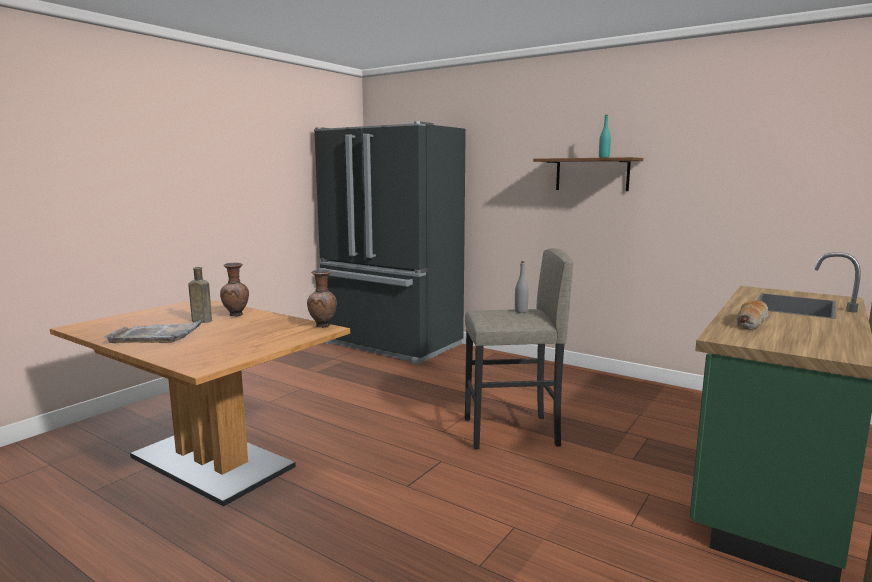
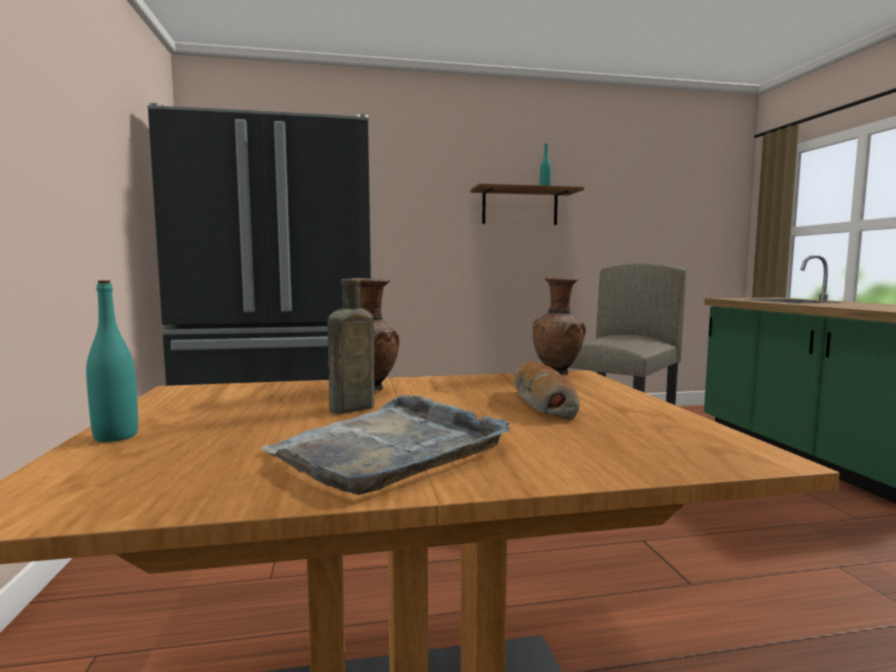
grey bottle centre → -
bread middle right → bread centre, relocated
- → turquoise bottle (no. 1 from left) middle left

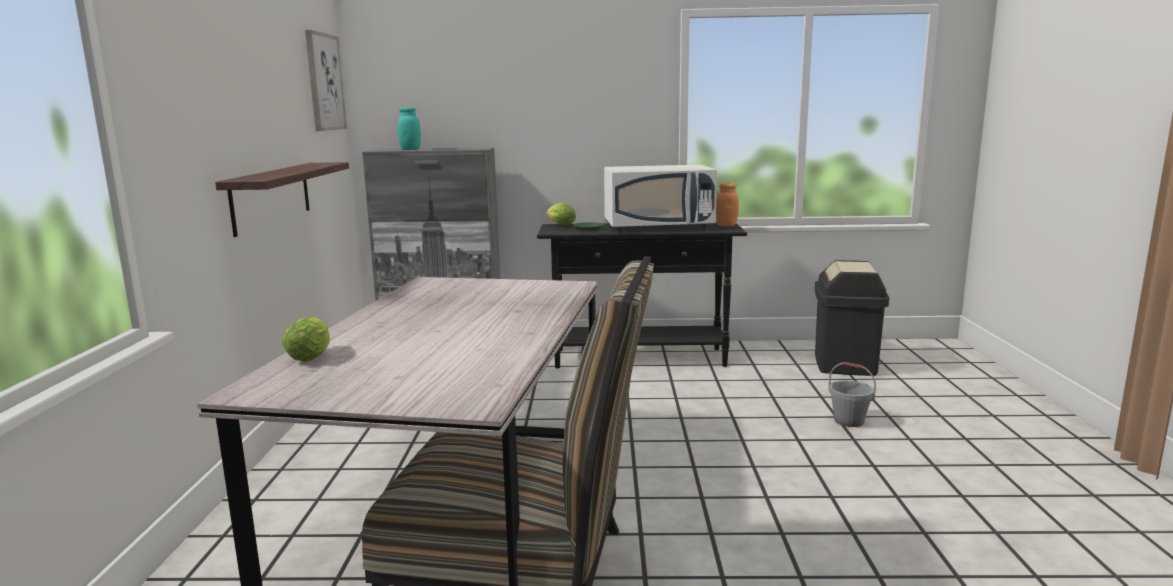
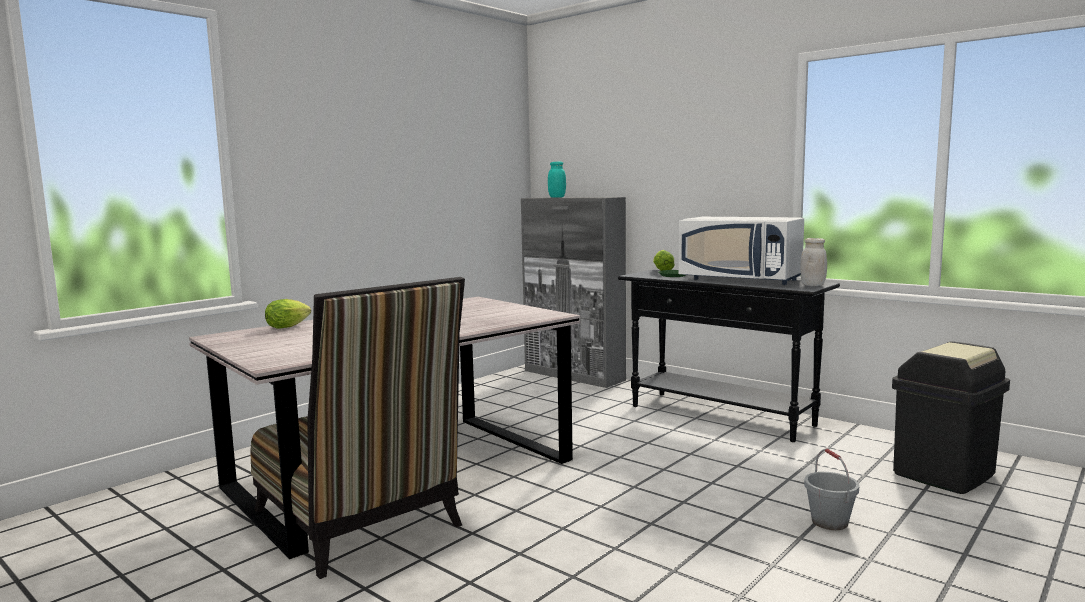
shelf middle left → -
picture top left → -
orange jar centre → white jar middle right

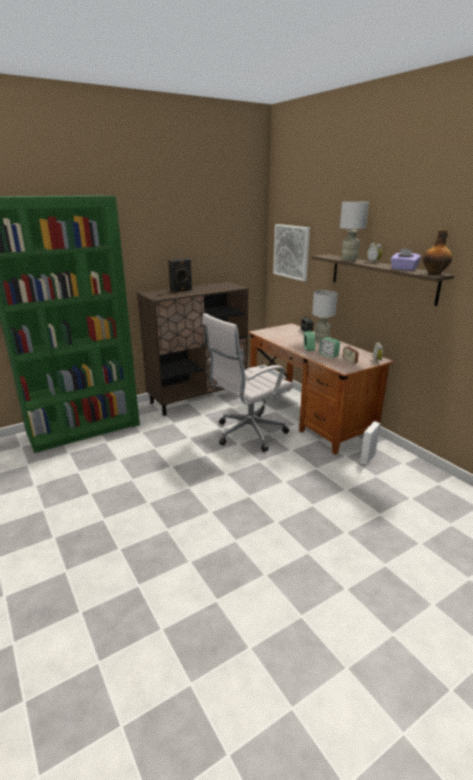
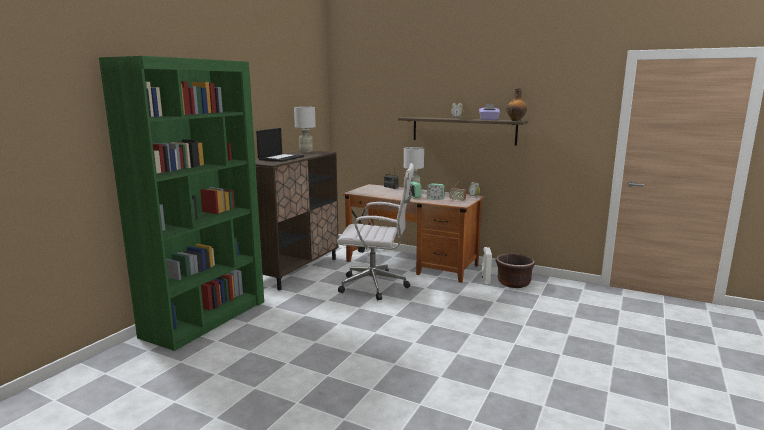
black speaker centre → laptop centre
white office chair centre, 105 degrees counterclockwise
picture top centre → -
grey table lamp (no. 2 from left in the first image) top right → grey table lamp (no. 1 from left) top centre, relocated
- → brown planter middle right

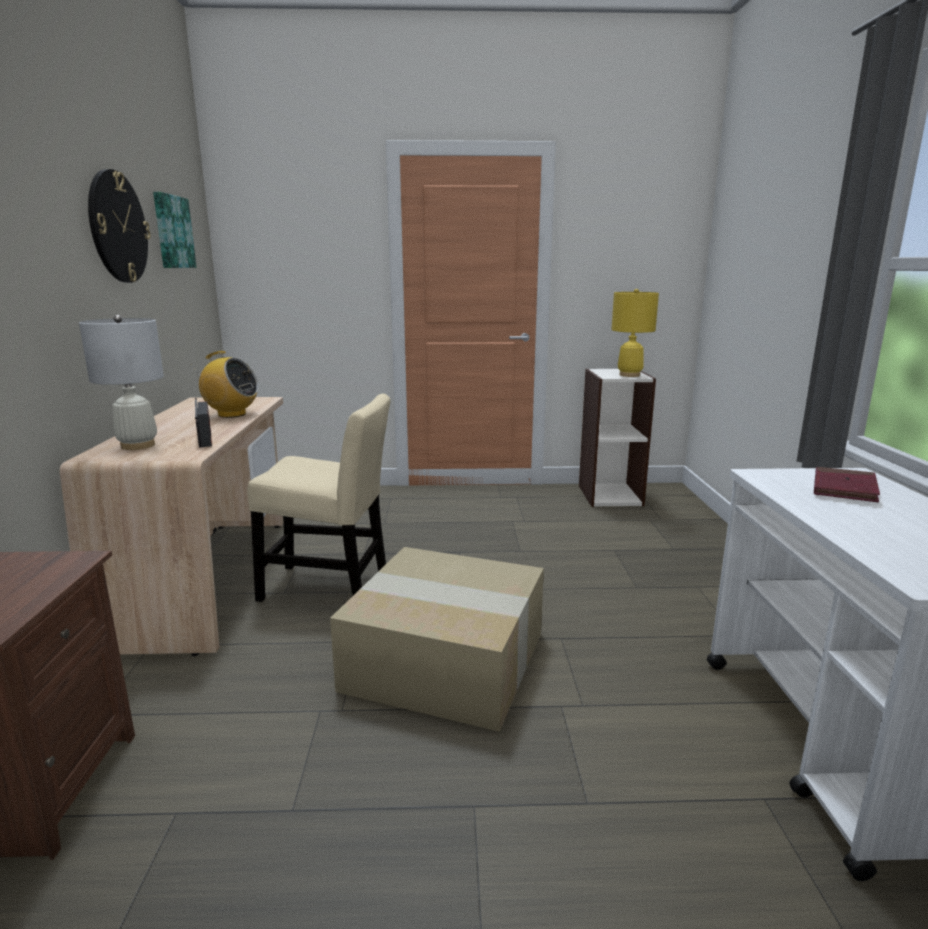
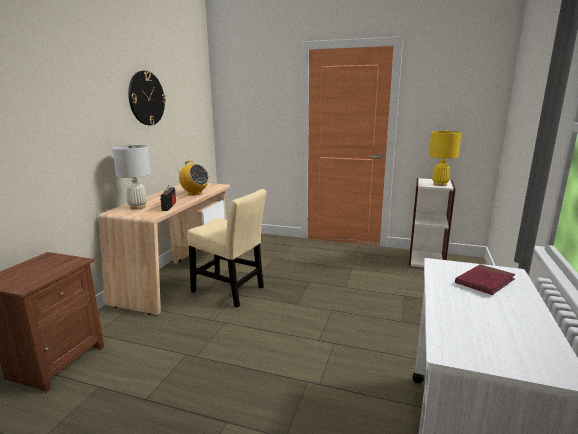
picture top left → -
cardboard box bottom centre → -

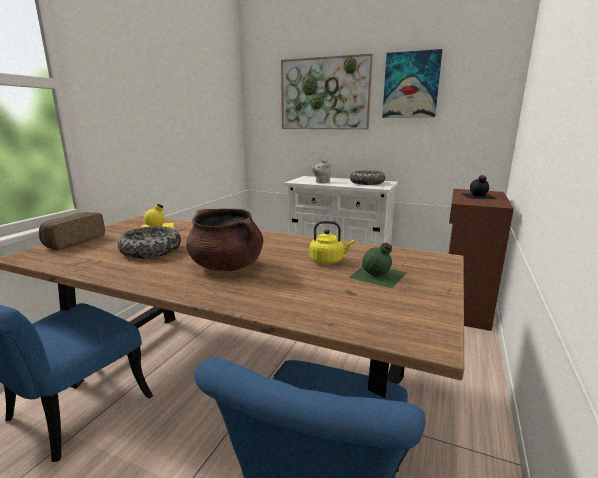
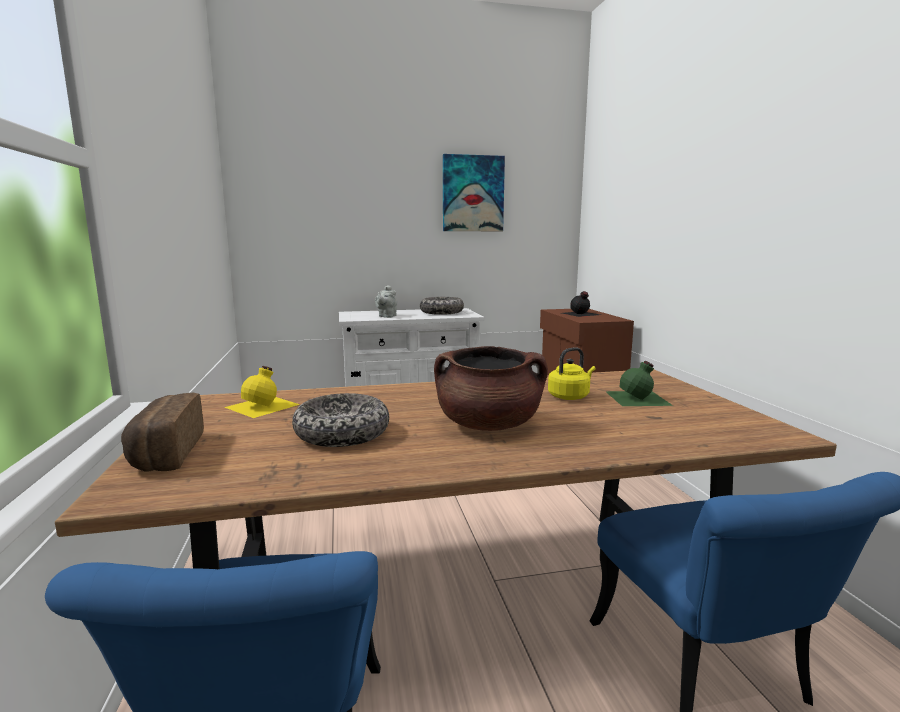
picture (no. 1 from left) top centre → -

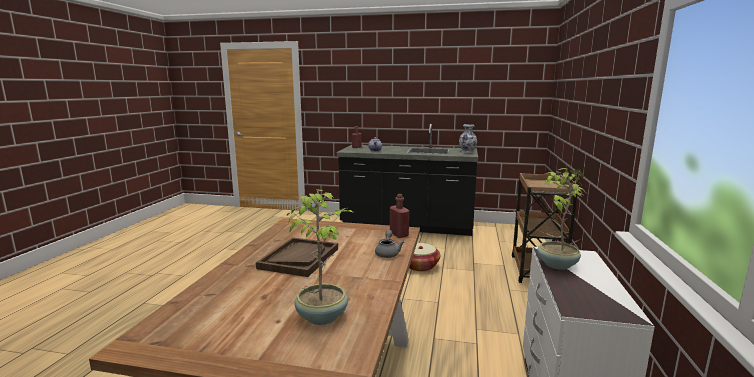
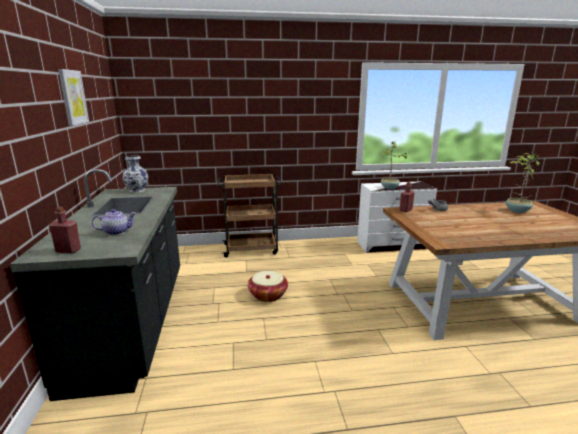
brown tray bottom centre → -
- → picture top left

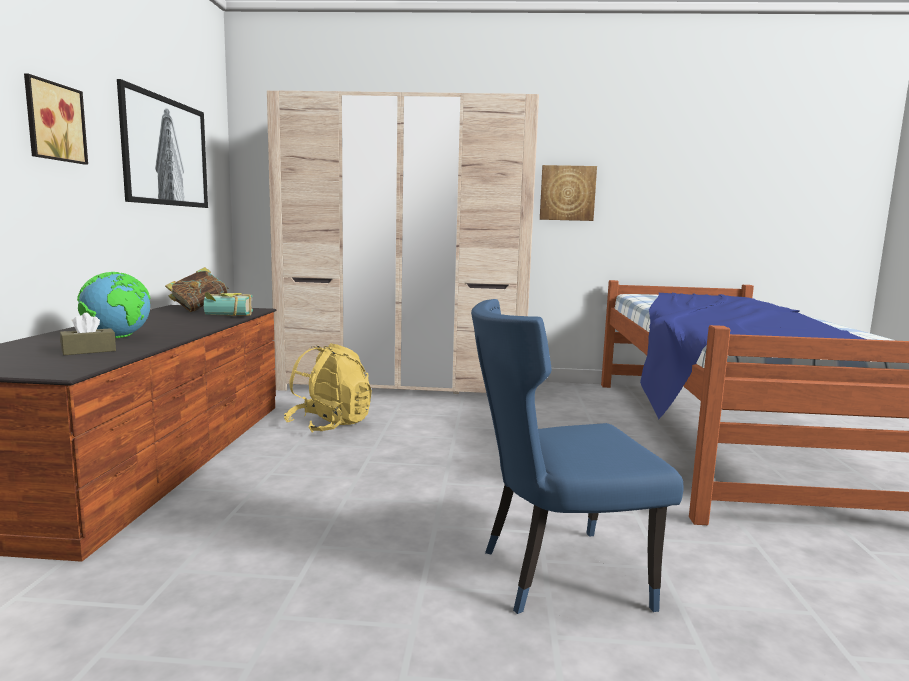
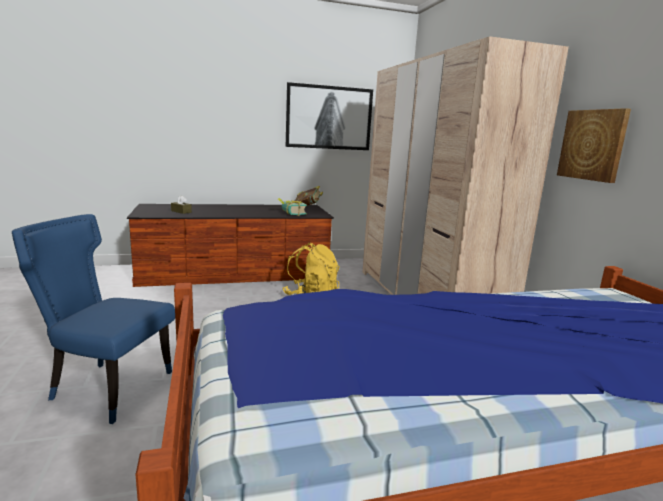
picture (no. 1 from left) top left → -
globe middle left → -
blue chair bottom centre → blue chair middle left, 45 degrees counterclockwise

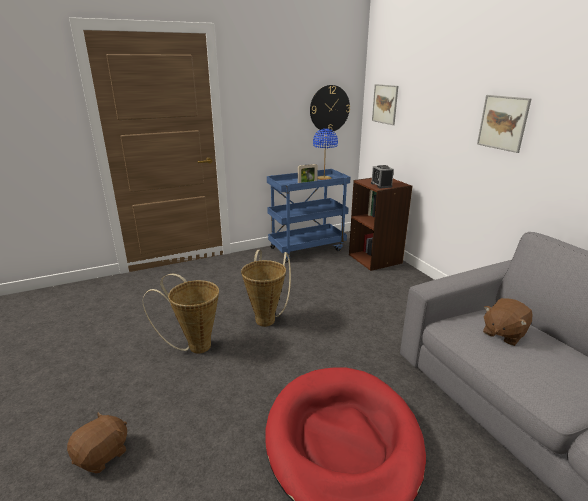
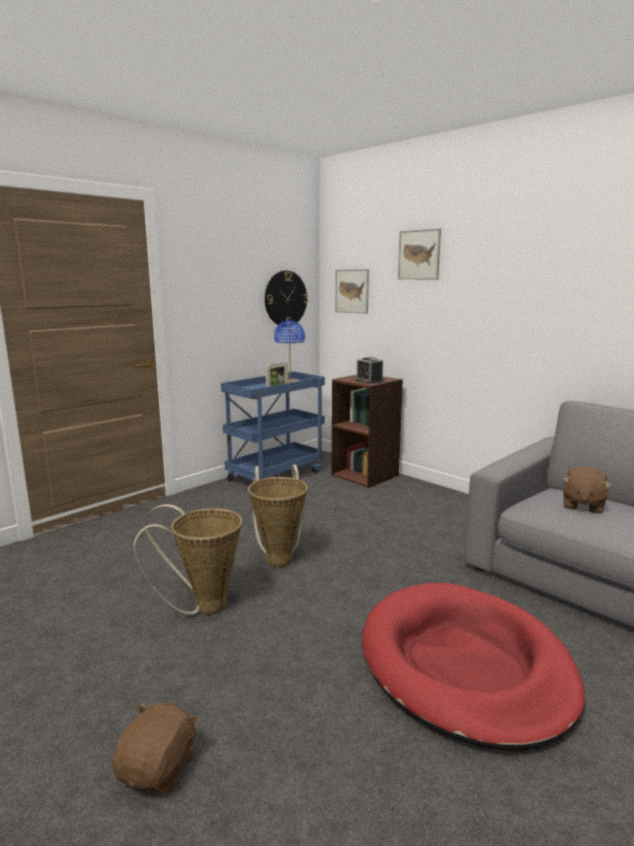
picture (no. 2 from left) top right → picture (no. 2 from left) top centre, relocated

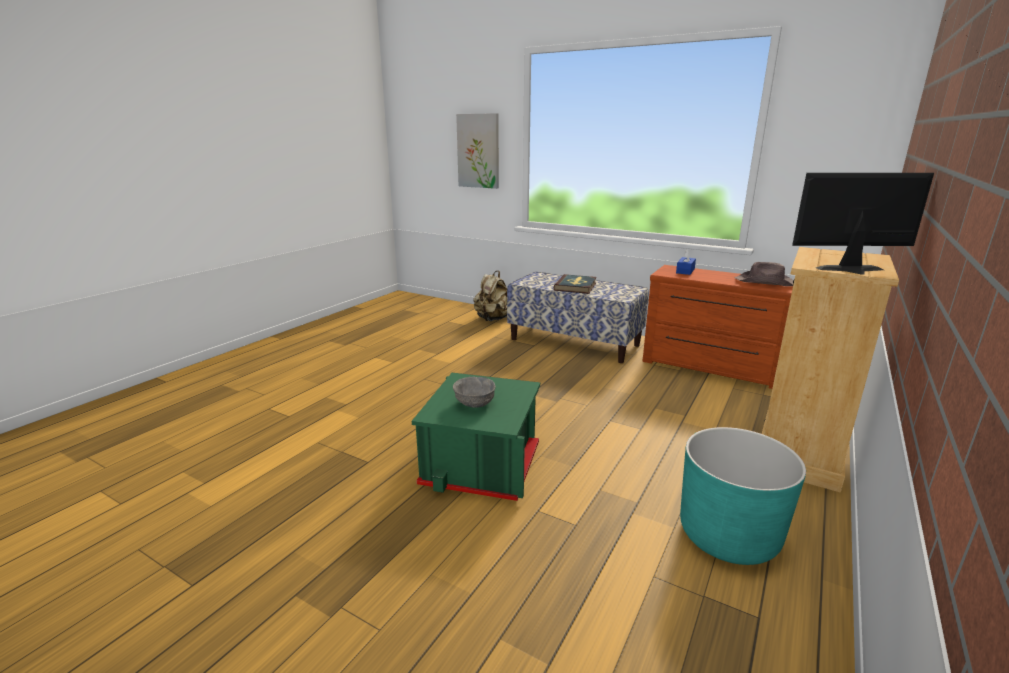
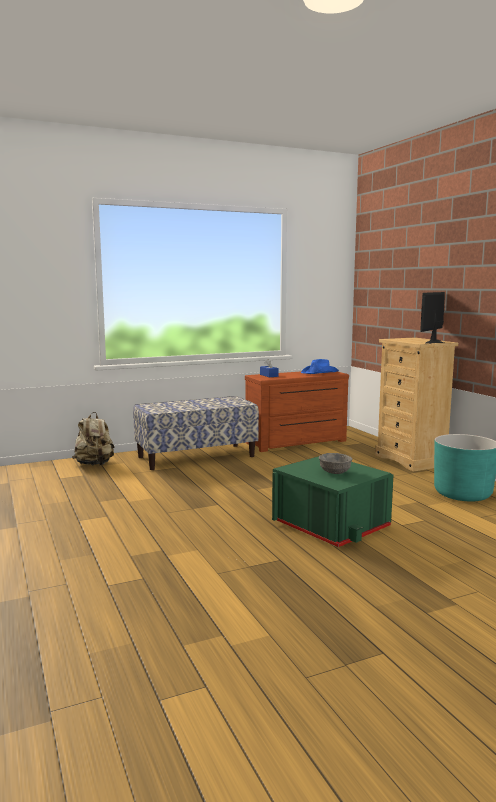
picture top centre → -
book centre → -
brown hat middle right → blue hat centre

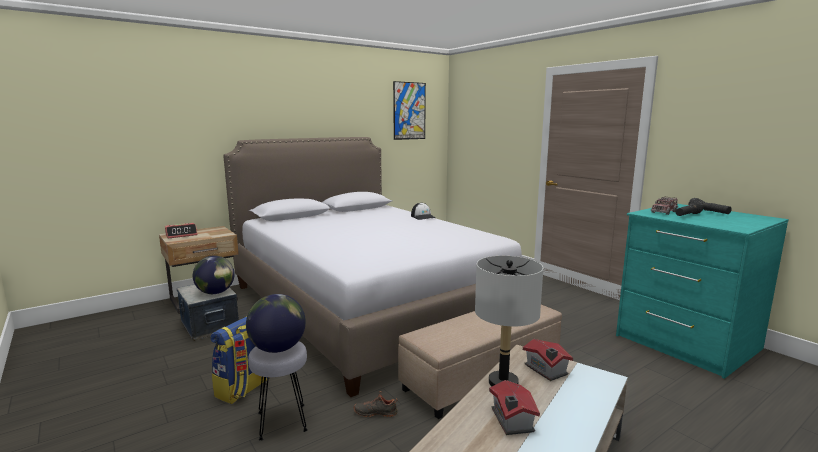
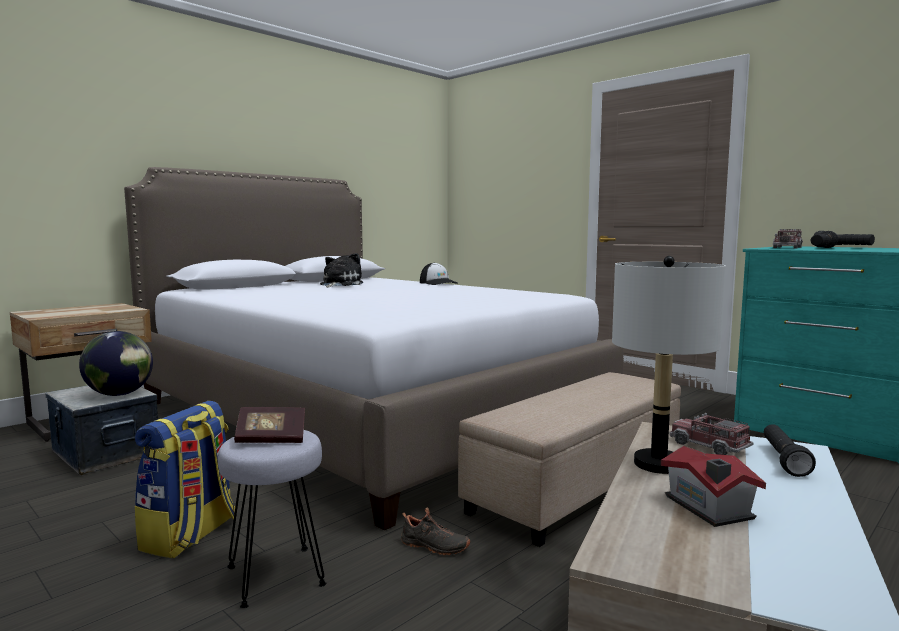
alarm clock middle left → -
globe (no. 2 from left) bottom centre → book bottom left
black shoe bottom centre, 150 degrees counterclockwise
picture top centre → -
toy house (no. 2 from left) bottom right → toy truck (no. 1 from left) bottom right
- → plush toy centre
- → black flashlight (no. 1 from left) bottom right

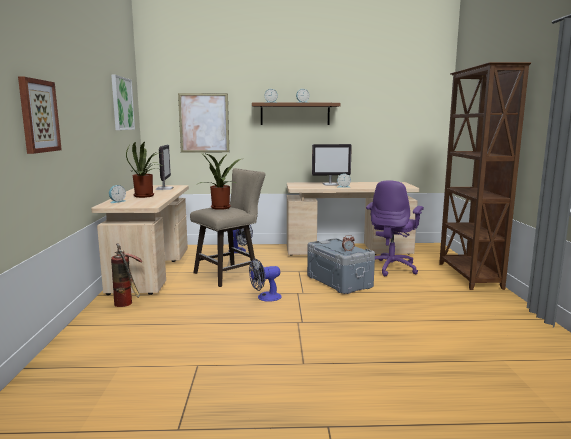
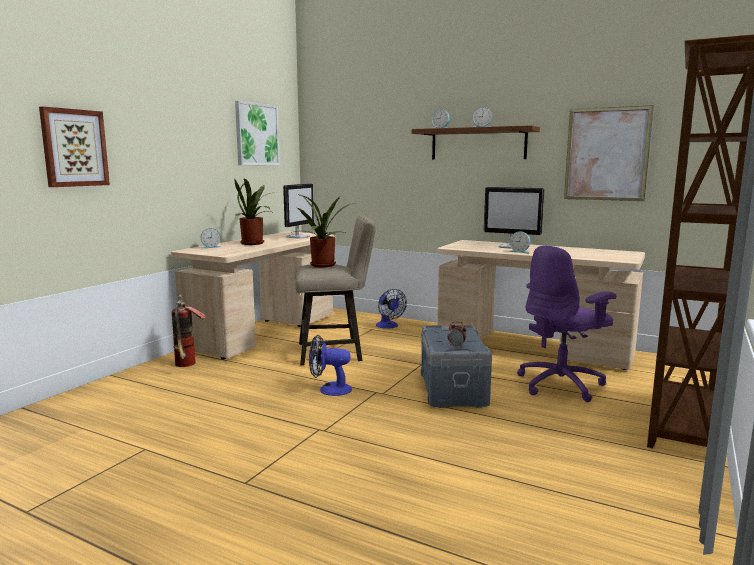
picture (no. 3 from left) top centre → picture (no. 3 from left) top right, relocated

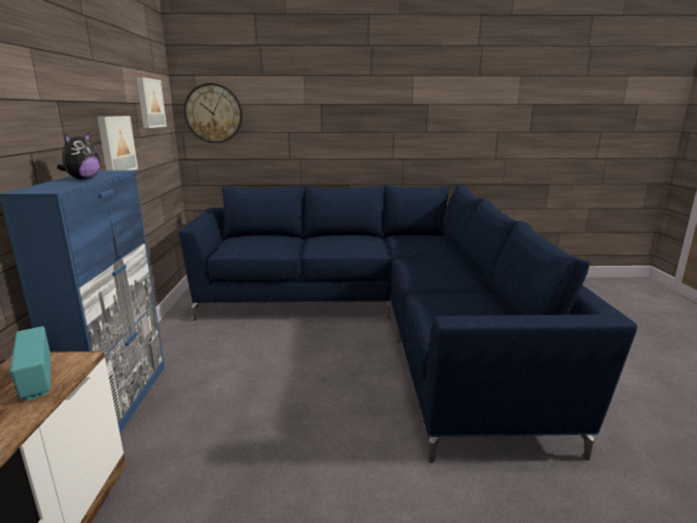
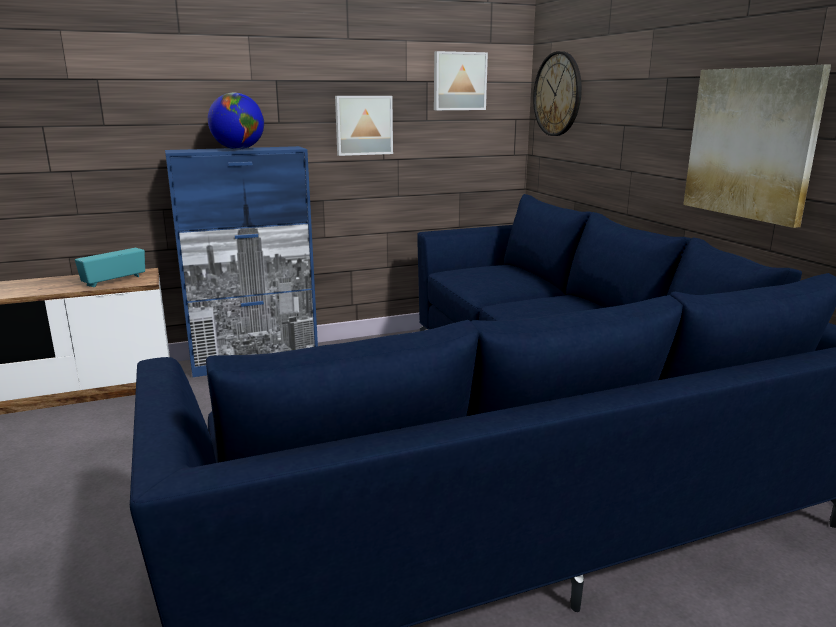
plush toy top left → globe top left
- → picture (no. 3 from left) top right

